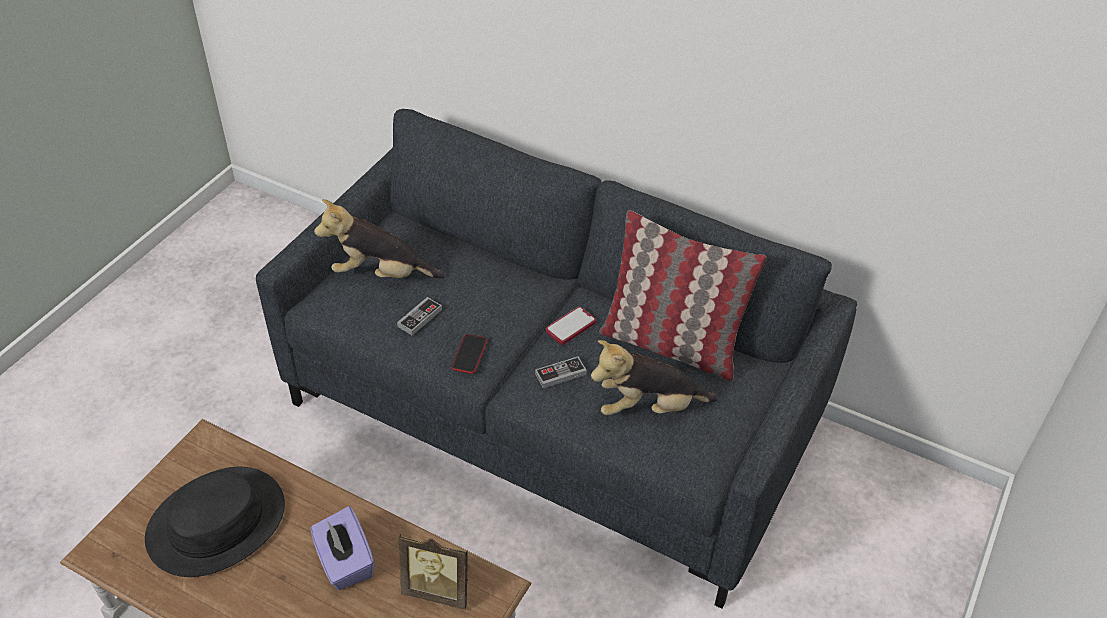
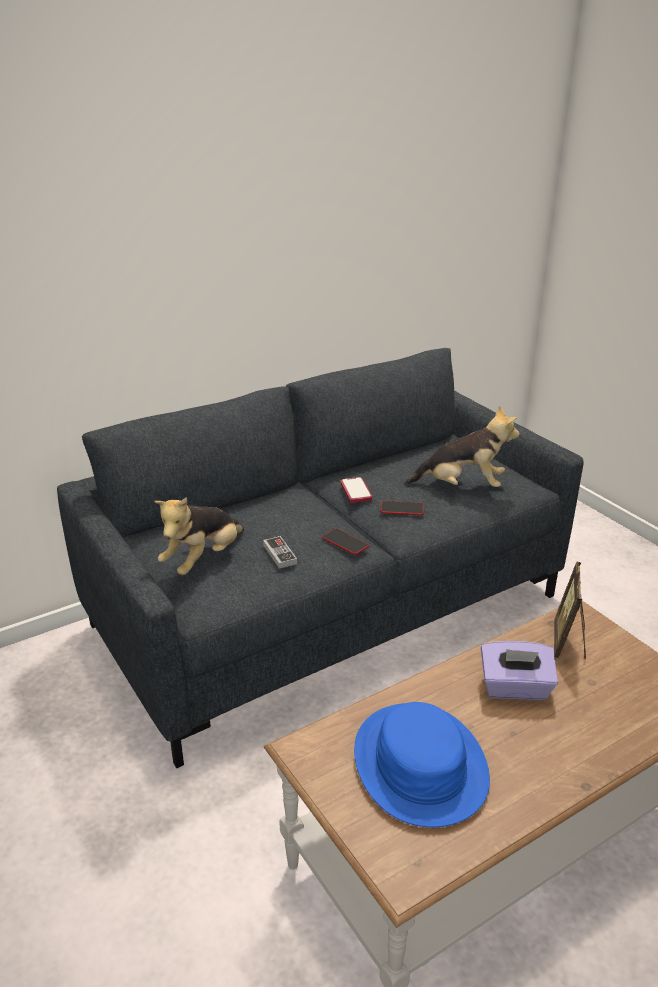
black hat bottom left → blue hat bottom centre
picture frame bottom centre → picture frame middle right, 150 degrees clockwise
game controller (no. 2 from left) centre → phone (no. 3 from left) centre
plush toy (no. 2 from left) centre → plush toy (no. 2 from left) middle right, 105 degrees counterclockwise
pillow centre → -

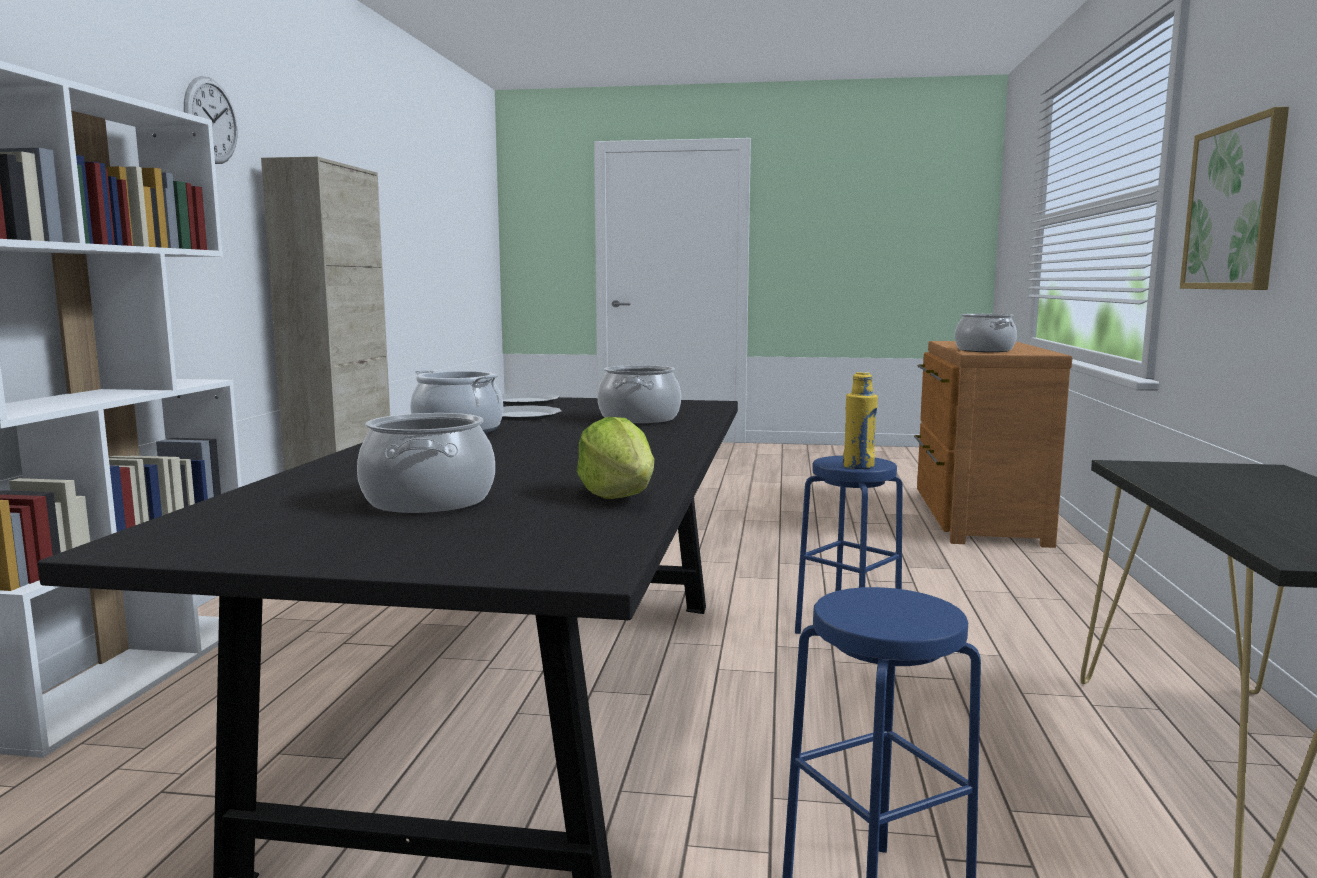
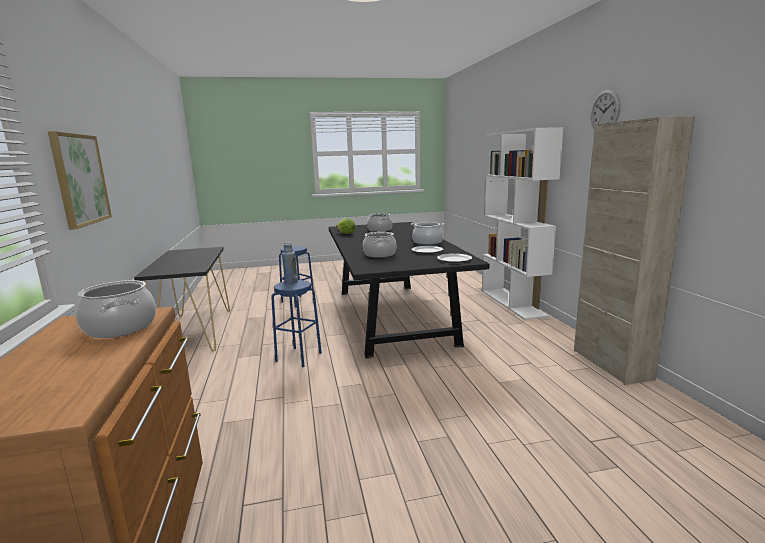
yellow bottle centre → blue bottle centre

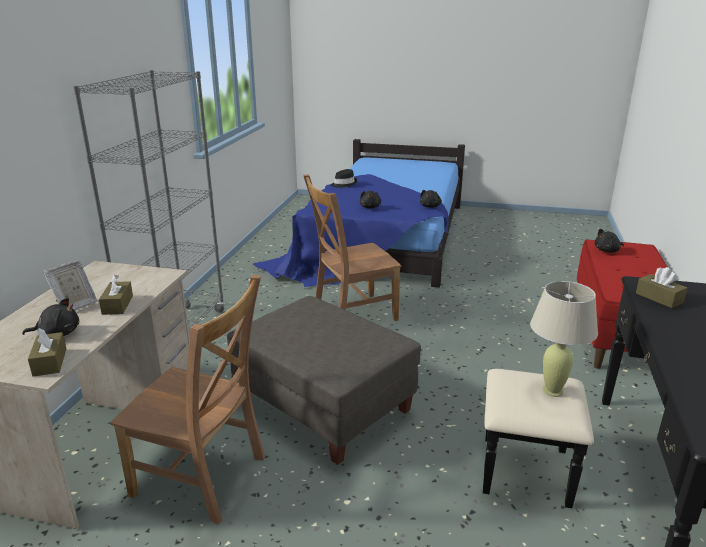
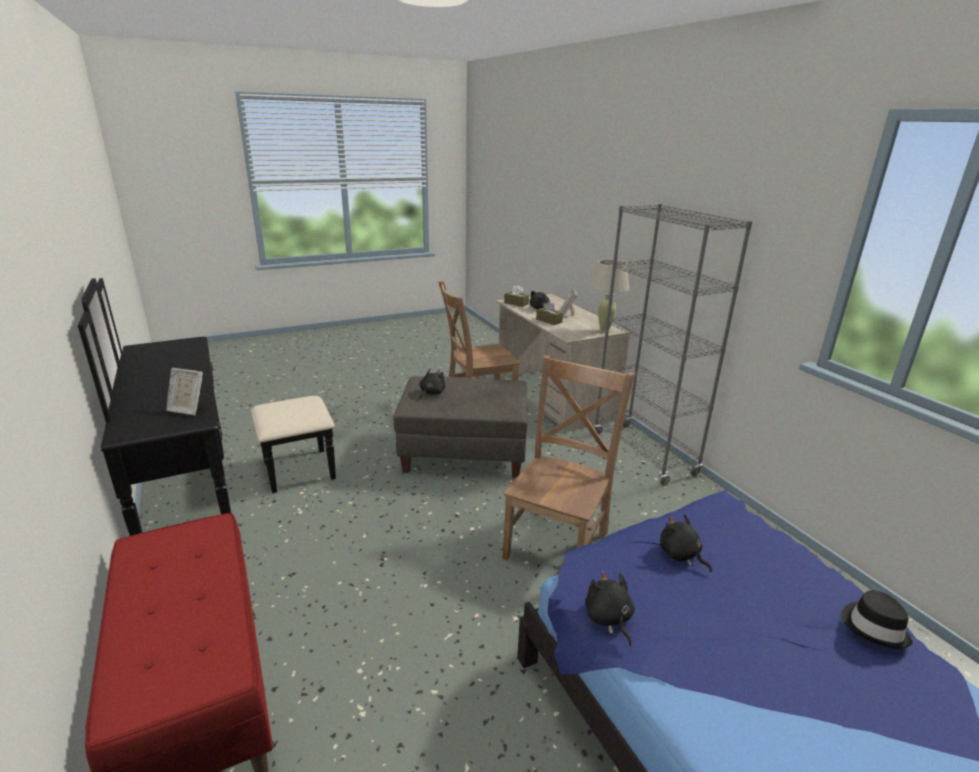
beige table lamp middle right → beige table lamp centre, relocated
black plush toy (no. 4 from left in the first image) middle right → black plush toy (no. 1 from left) centre, relocated
brown tissue box (no. 3 from left) middle right → picture frame (no. 1 from left) middle left

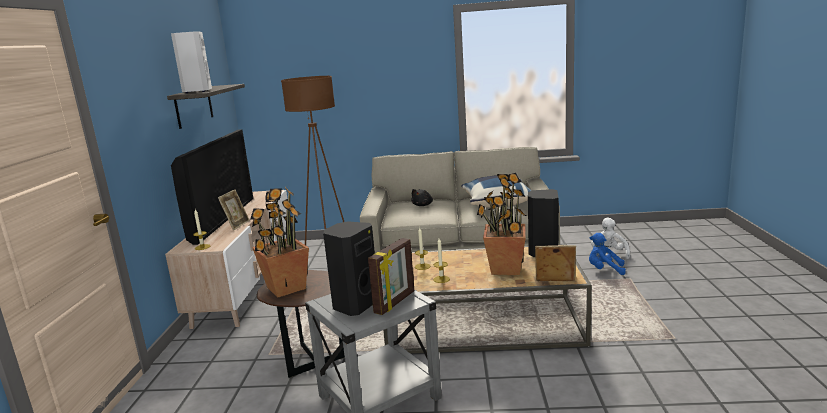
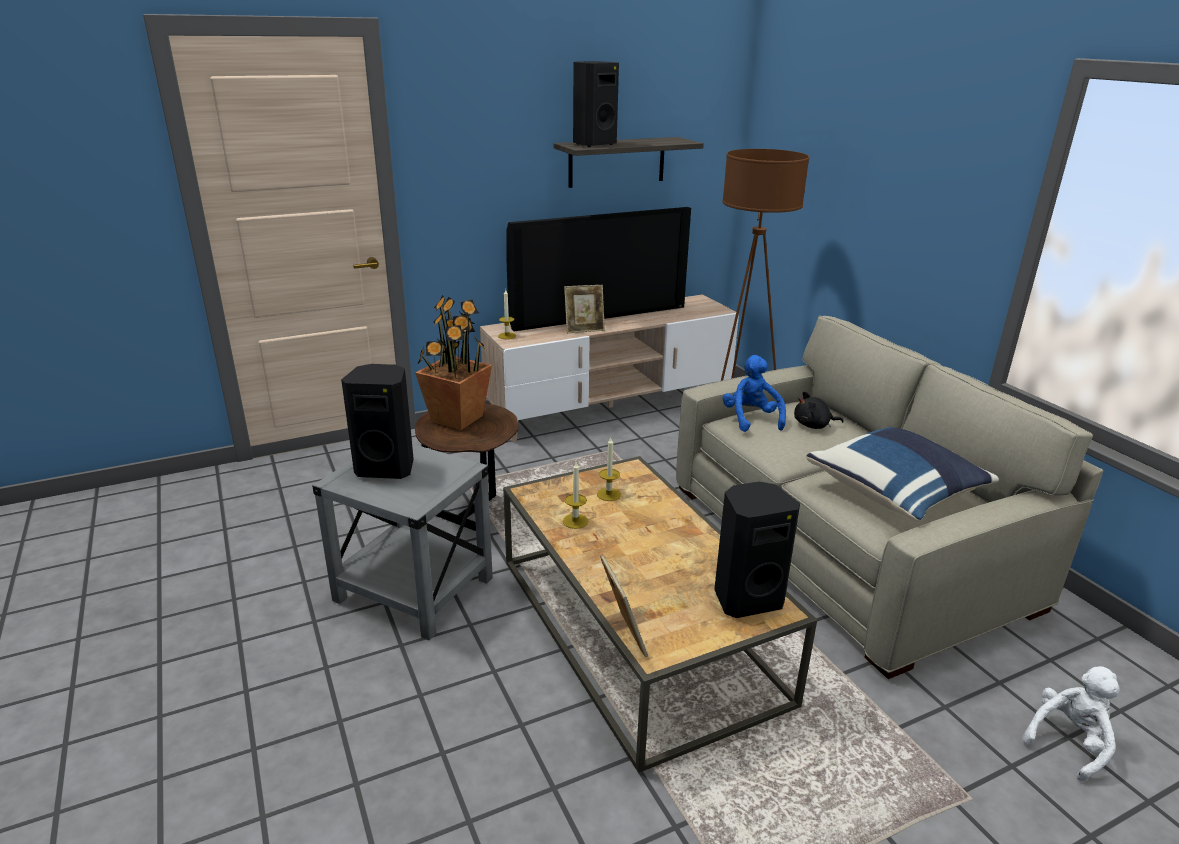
white speaker top left → black speaker (no. 2 from left) top centre
picture frame (no. 2 from left) bottom centre → -
potted plant (no. 2 from left) centre → -
blue plush toy middle right → blue plush toy centre, relocated

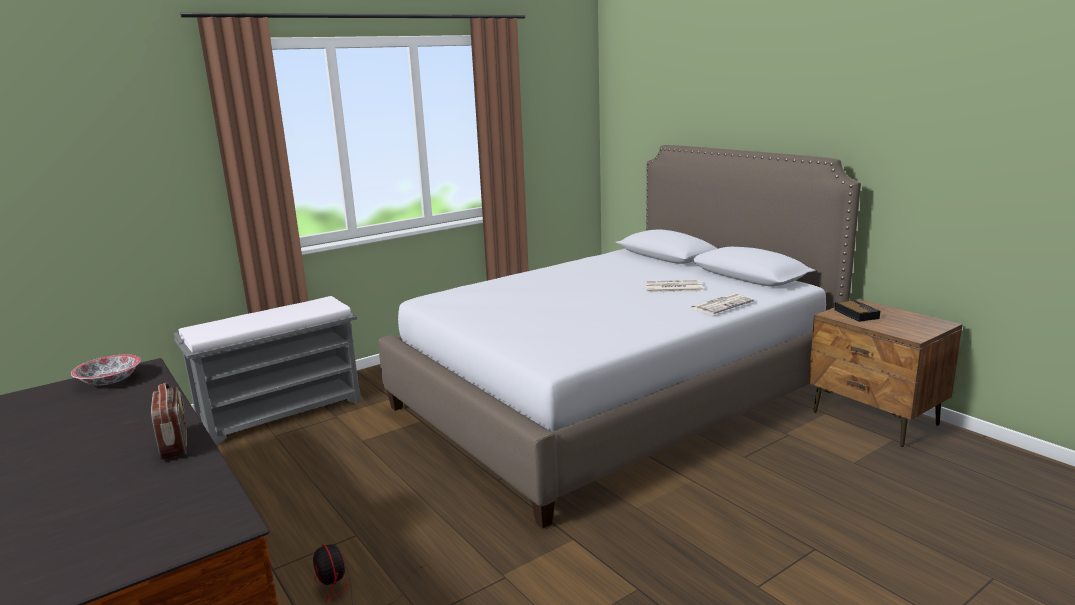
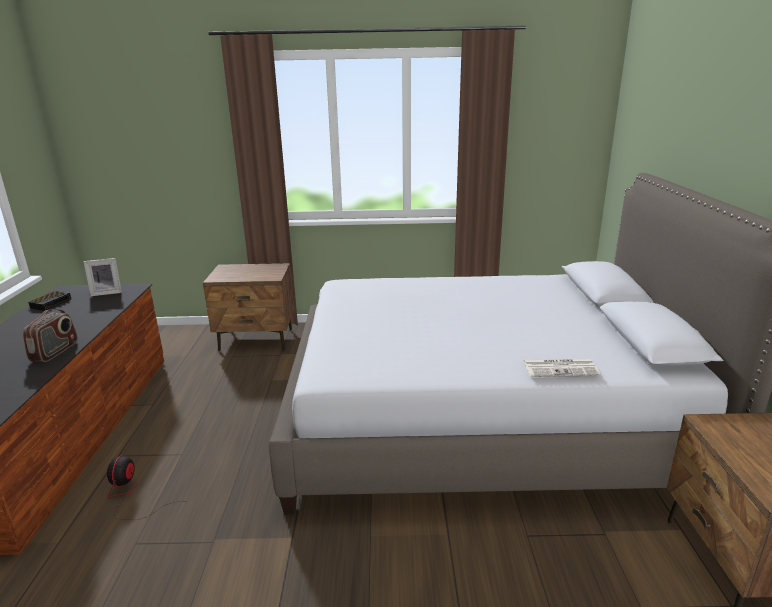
bowl middle left → picture frame middle left
grey bench middle left → brown nightstand (no. 1 from left) middle left
newspaper (no. 1 from left) centre → -
alarm clock middle right → alarm clock middle left, relocated

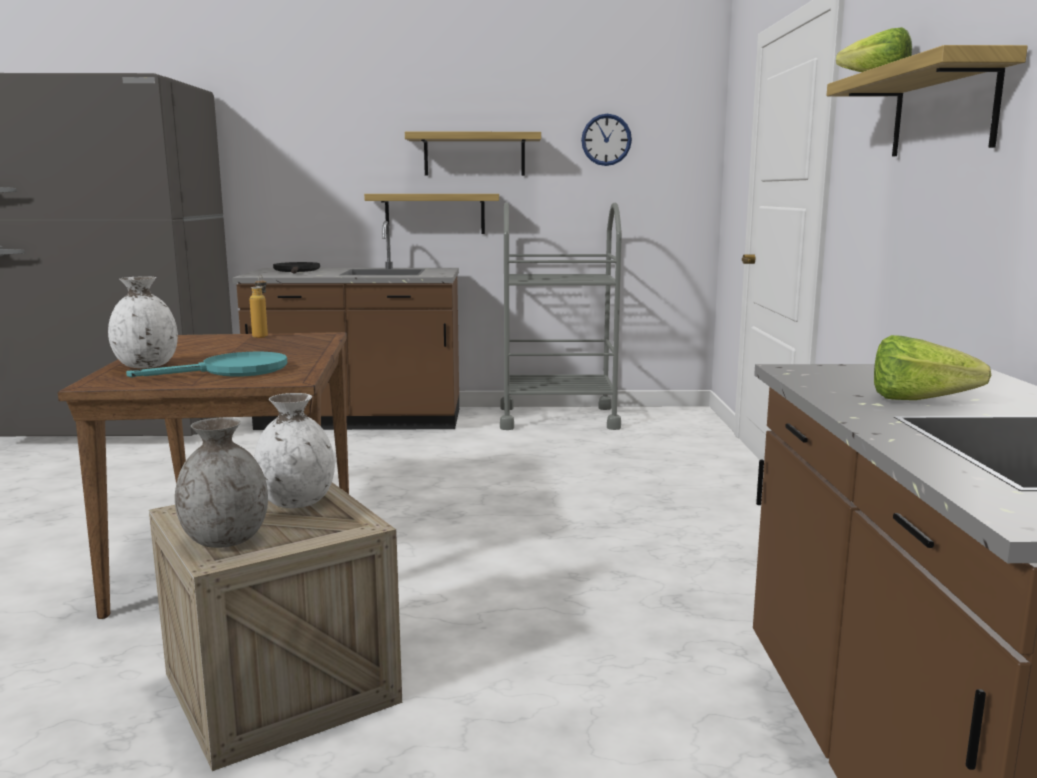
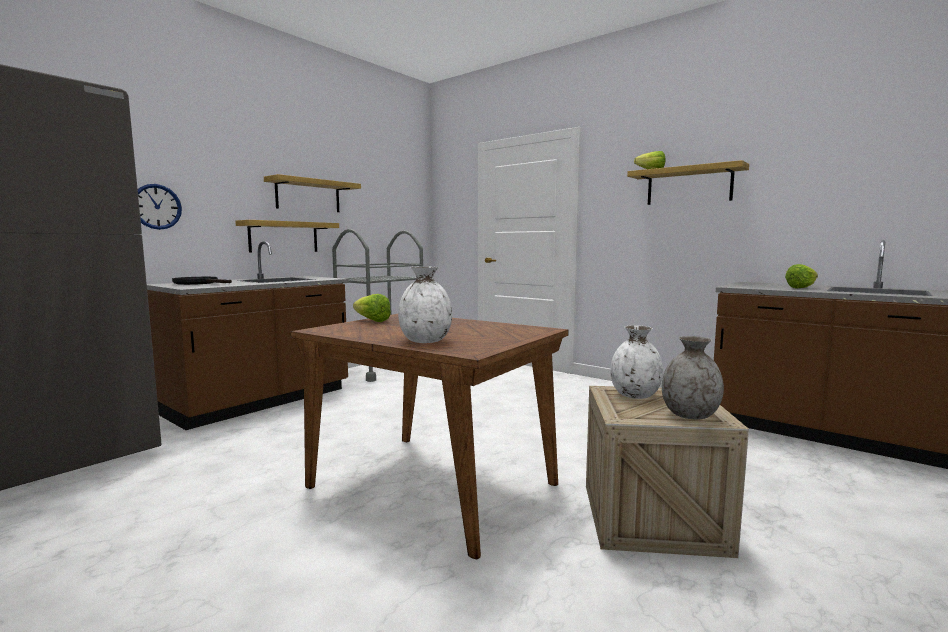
turquoise frying pan middle left → -
bottle middle left → lettuce (no. 1 from left) centre
wall clock top centre → wall clock top left, relocated

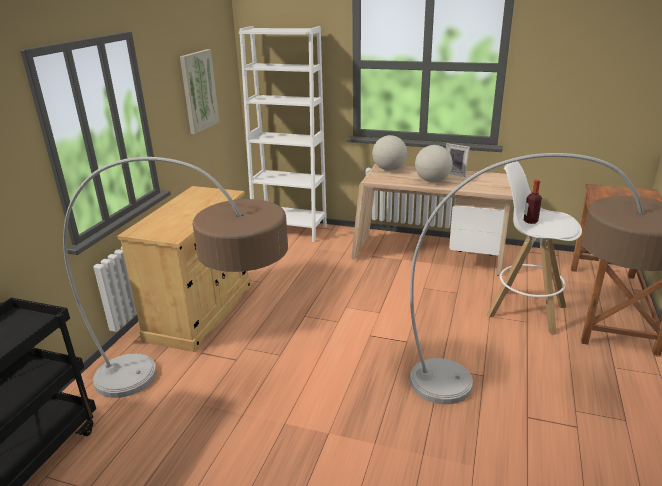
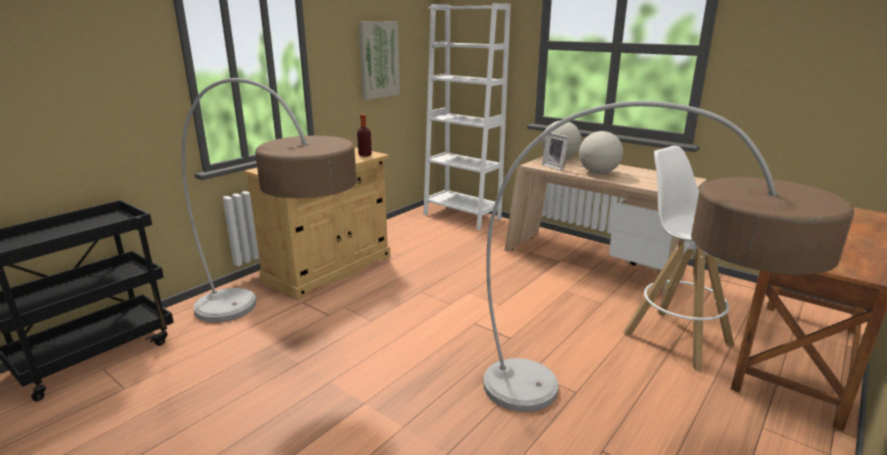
picture frame top right → picture frame centre, relocated
bottle middle right → bottle top centre, relocated

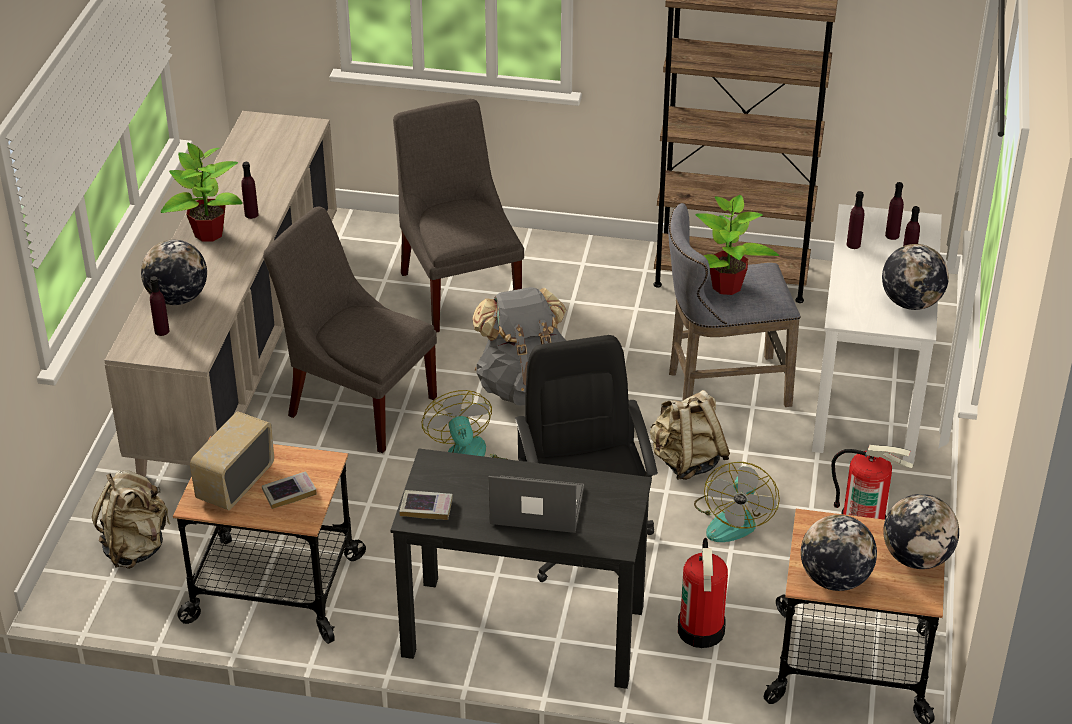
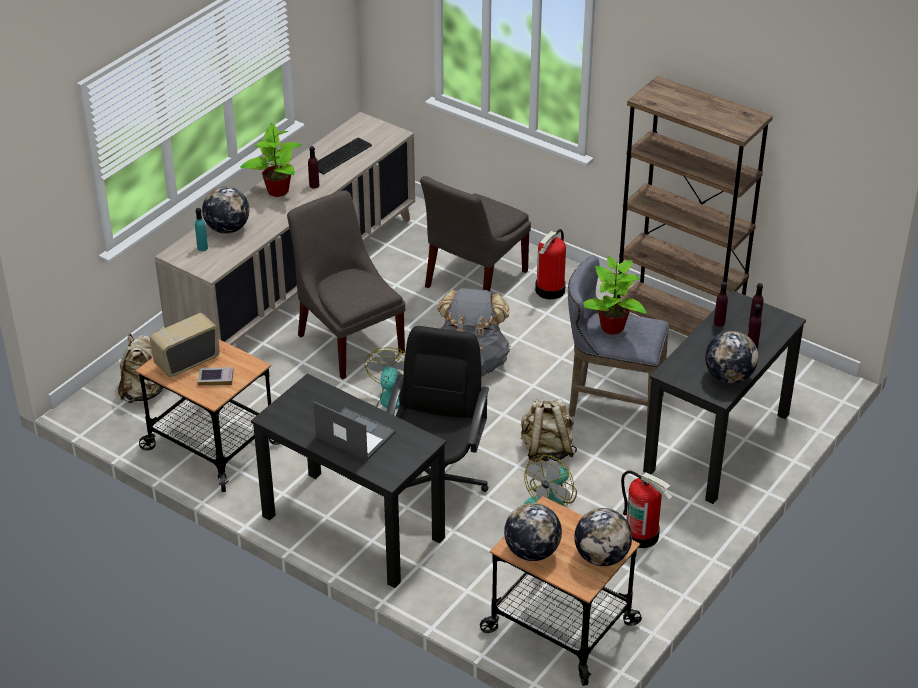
purple bottle (no. 1 from left) middle left → turquoise bottle top left
grey chair (no. 2 from left) top centre → grey chair (no. 2 from left) centre, 150 degrees counterclockwise
book (no. 2 from left) bottom centre → -
fire extinguisher (no. 1 from left) bottom centre → fire extinguisher (no. 1 from left) centre, relocated
white desk middle right → black desk (no. 2 from left) middle right
- → keyboard top centre

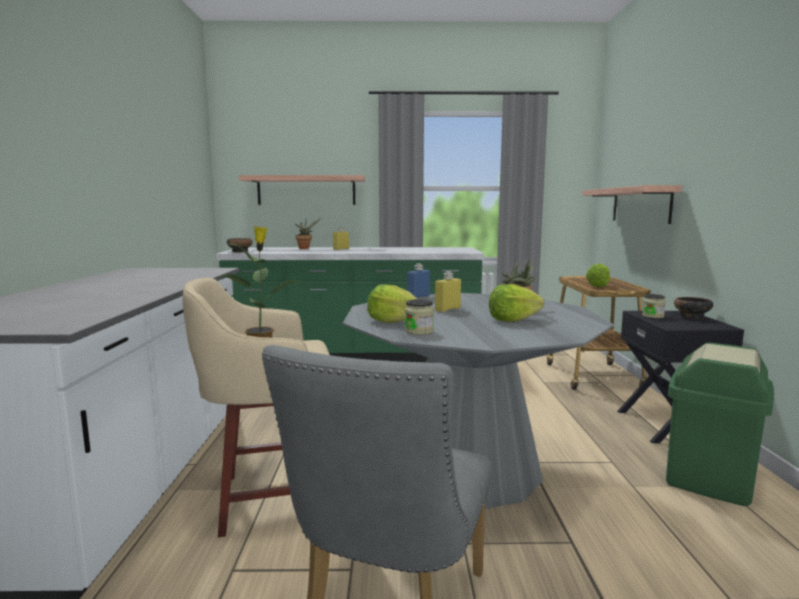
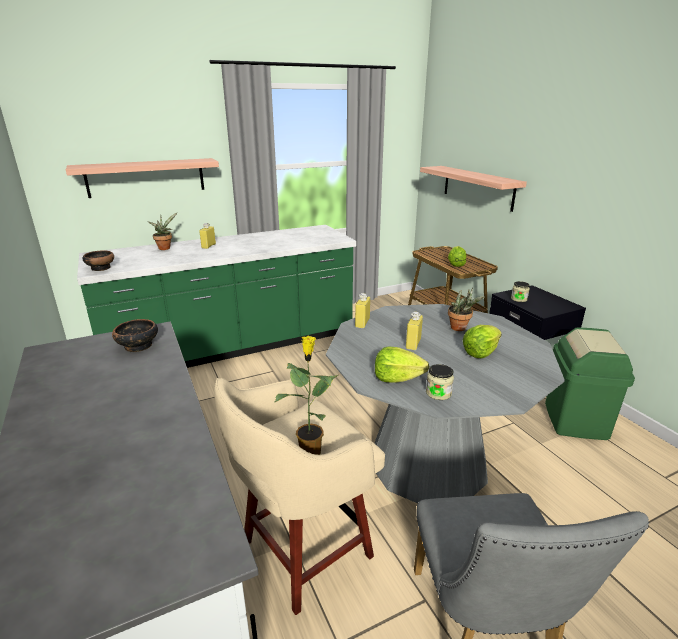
blue bottle centre → yellow bottle (no. 2 from left) centre
bowl (no. 2 from left) middle right → bowl (no. 2 from left) middle left, relocated

